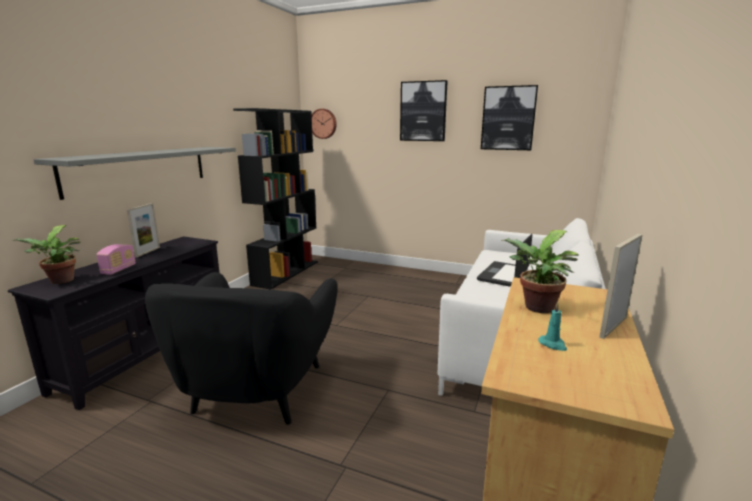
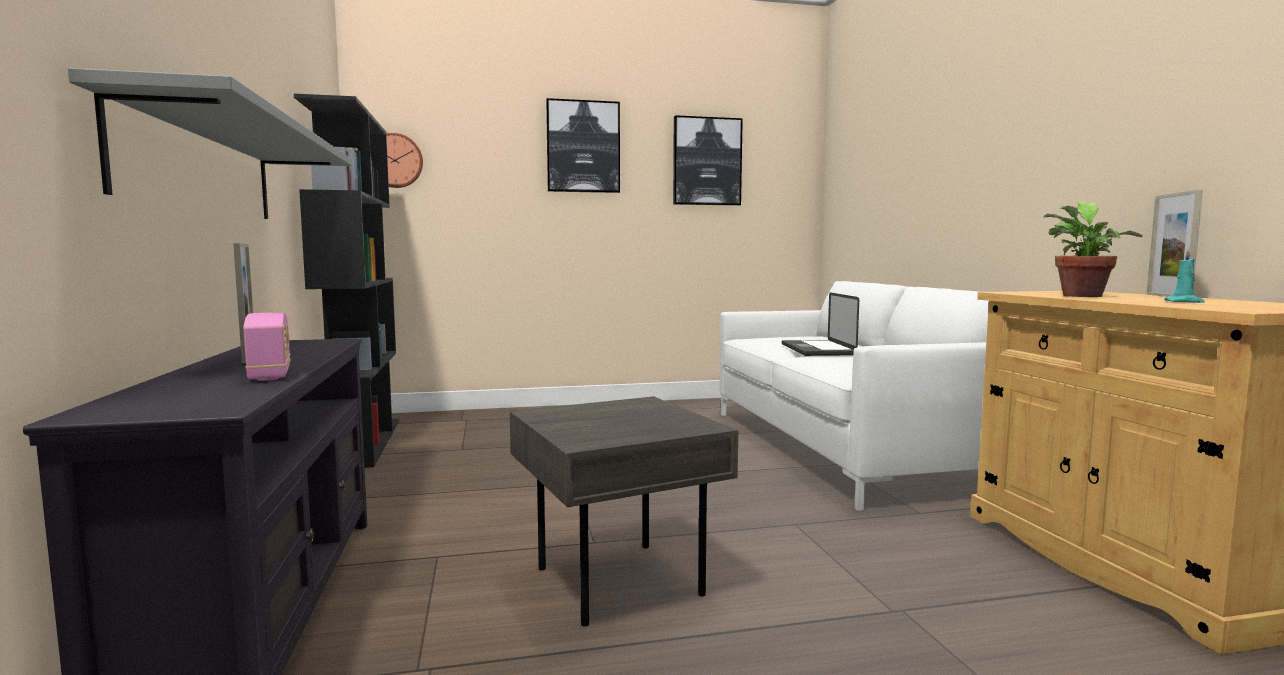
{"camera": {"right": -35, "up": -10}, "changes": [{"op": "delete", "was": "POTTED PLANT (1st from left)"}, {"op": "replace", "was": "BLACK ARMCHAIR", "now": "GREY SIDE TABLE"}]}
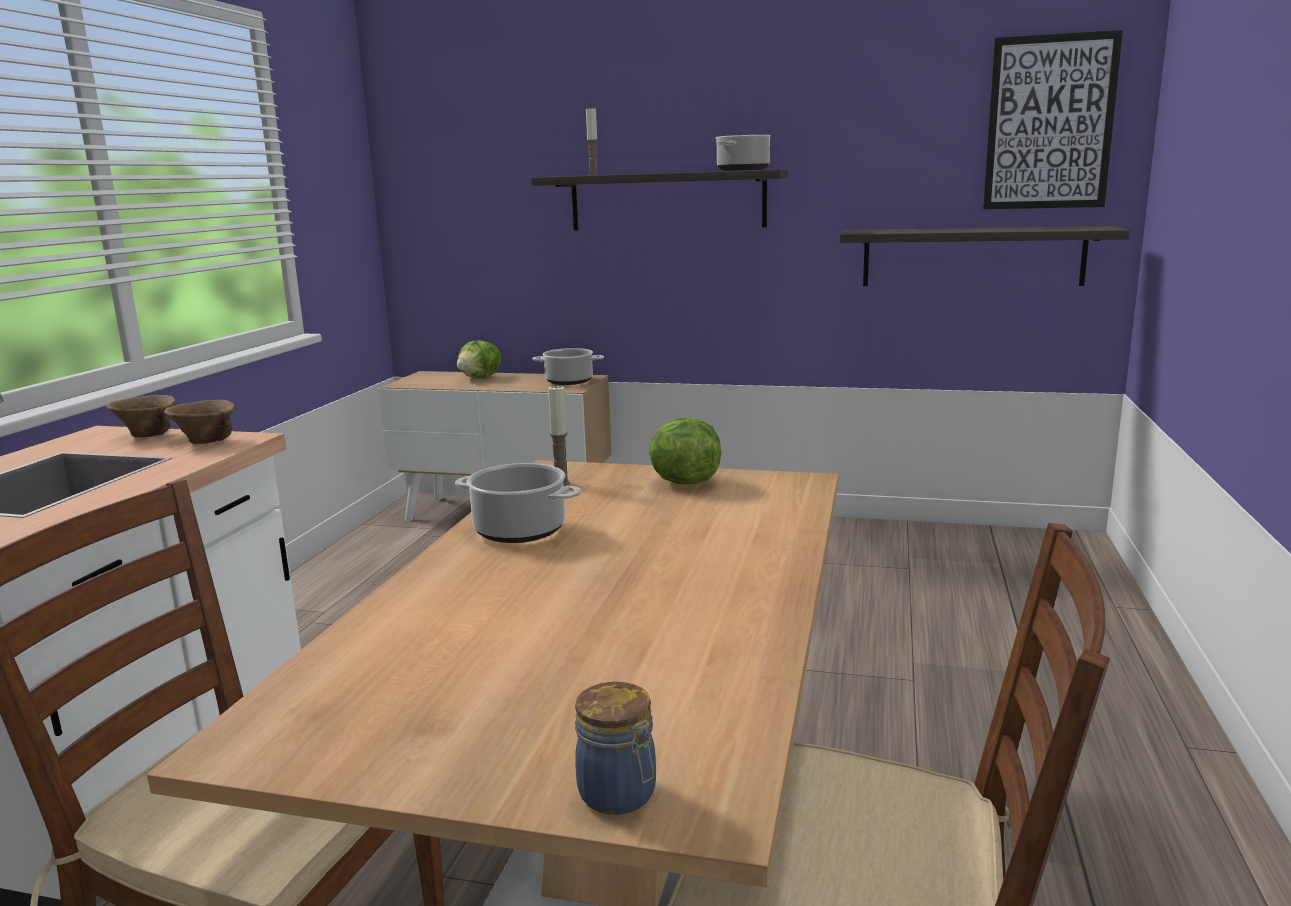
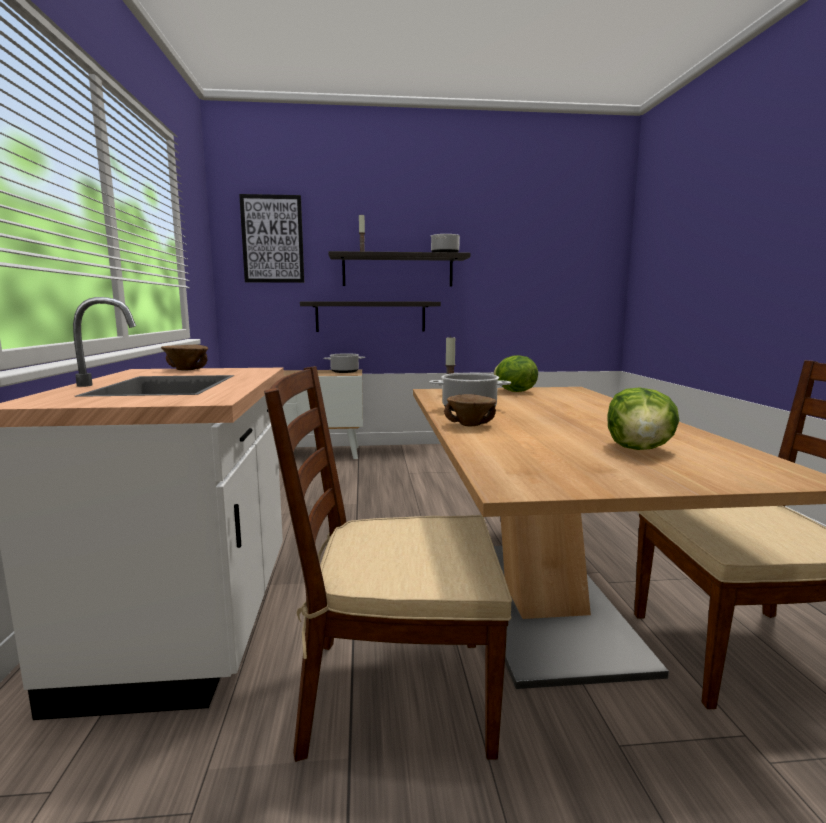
{"camera": {"right": -20, "up": -5}, "changes": [{"op": "move", "was": "PICTURE"}, {"op": "move", "was": "SHELF (2nd from left in the first image)", "now": "SHELF (1st from left)"}, {"op": "move", "was": "LETTUCE (1st from left in the first image)", "now": "LETTUCE (2nd from left)"}, {"op": "move", "was": "BROWN BOWL (2nd from left)"}, {"op": "delete", "was": "JAR"}]}
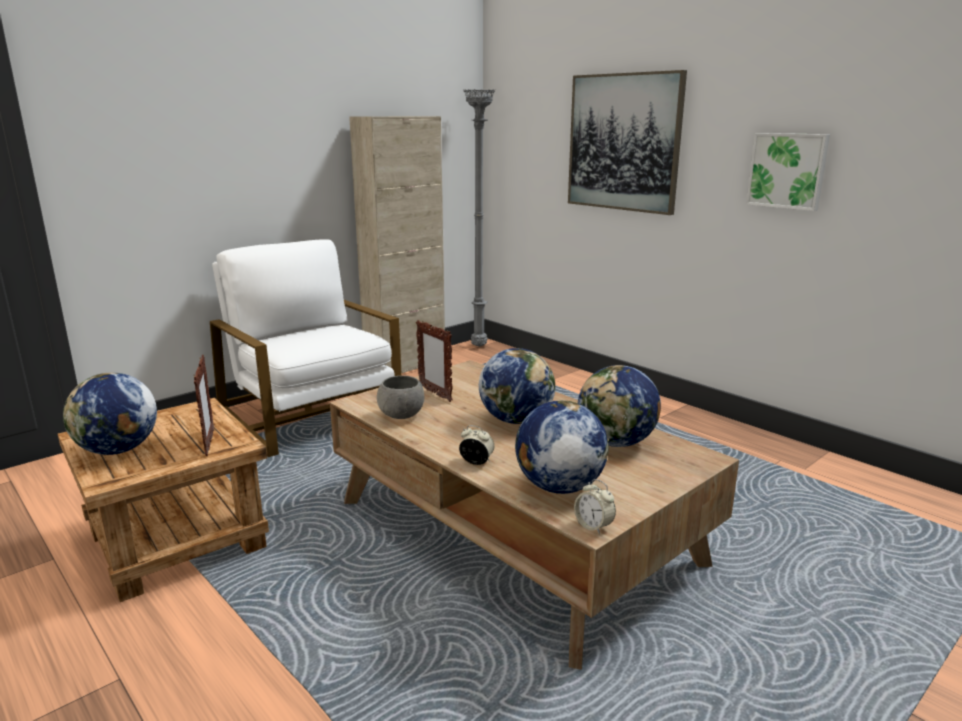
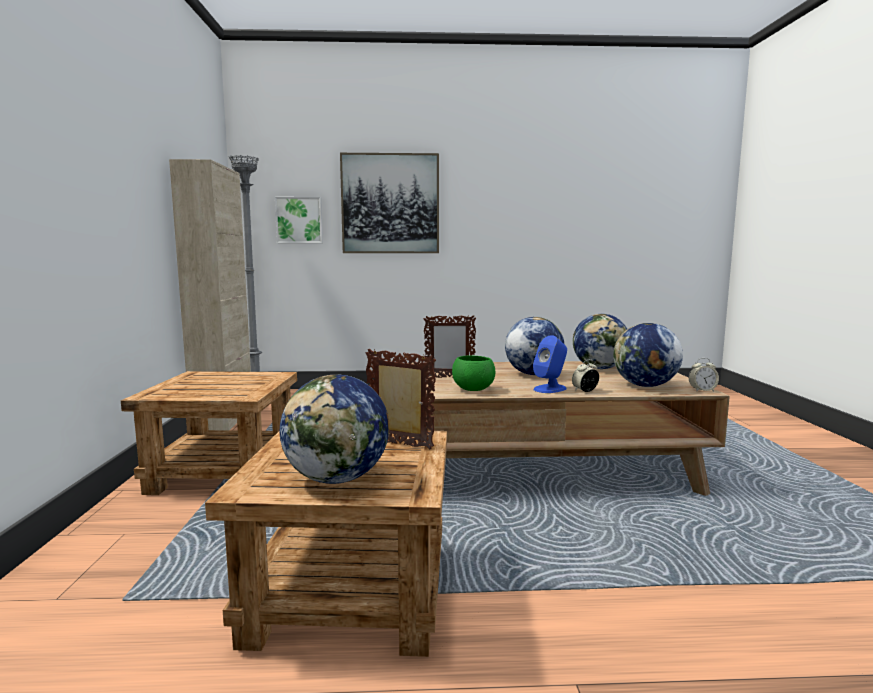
{"camera": {"right": -50, "up": -10}, "changes": [{"op": "move", "was": "PICTURE (2nd from left in the first image)", "now": "PICTURE (1st from left)"}, {"op": "replace", "was": "WHITE ARMCHAIR", "now": "BROWN SIDE TABLE (1st from left)"}, {"op": "recolor", "was": "GREY BOWL", "now": "GREEN BOWL"}, {"op": "insert", "now": "BLUE SPEAKER"}]}
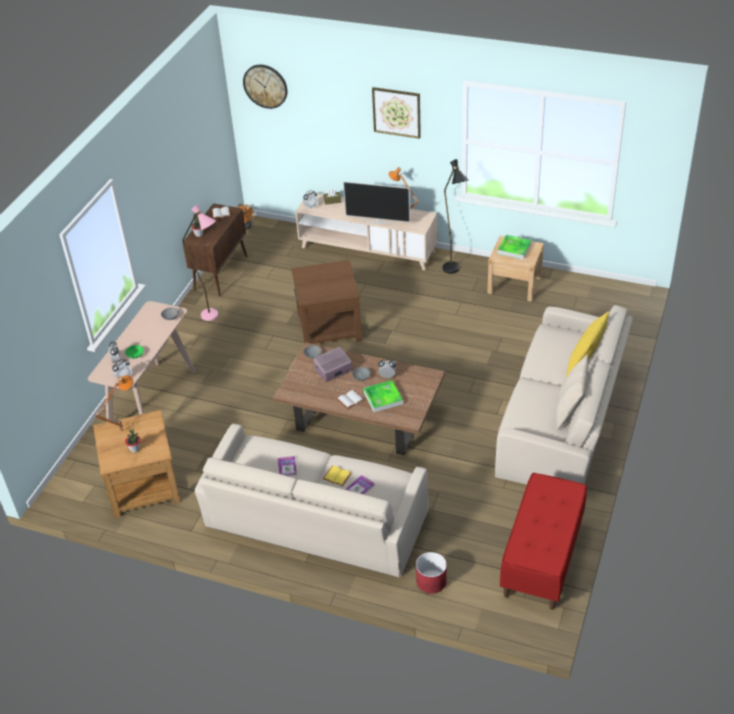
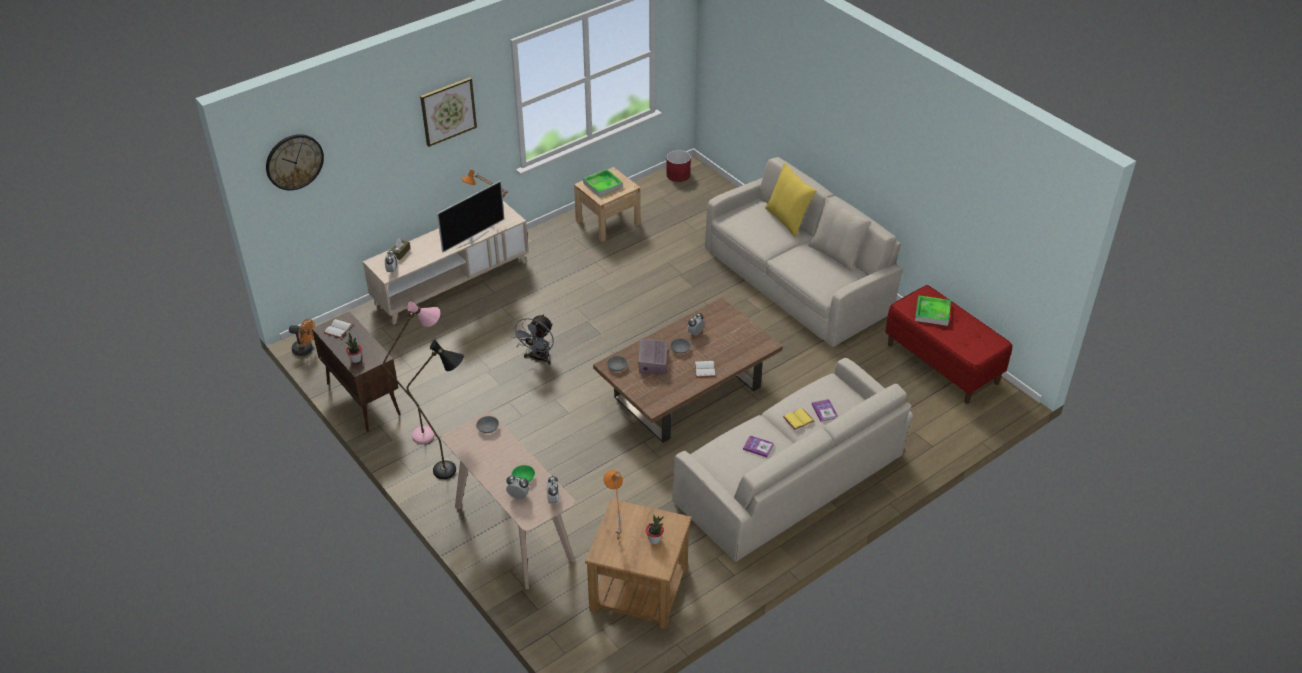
{"camera": {"right": -60, "up": 0}, "changes": [{"op": "move", "was": "BLACK FLOOR LAMP"}, {"op": "replace", "was": "BROWN SIDE TABLE (2nd from left)", "now": "GREY FAN"}, {"op": "move", "was": "TRAY (1st from left in the first image)", "now": "TRAY (2nd from left)"}, {"op": "move", "was": "RED PLANTER"}]}
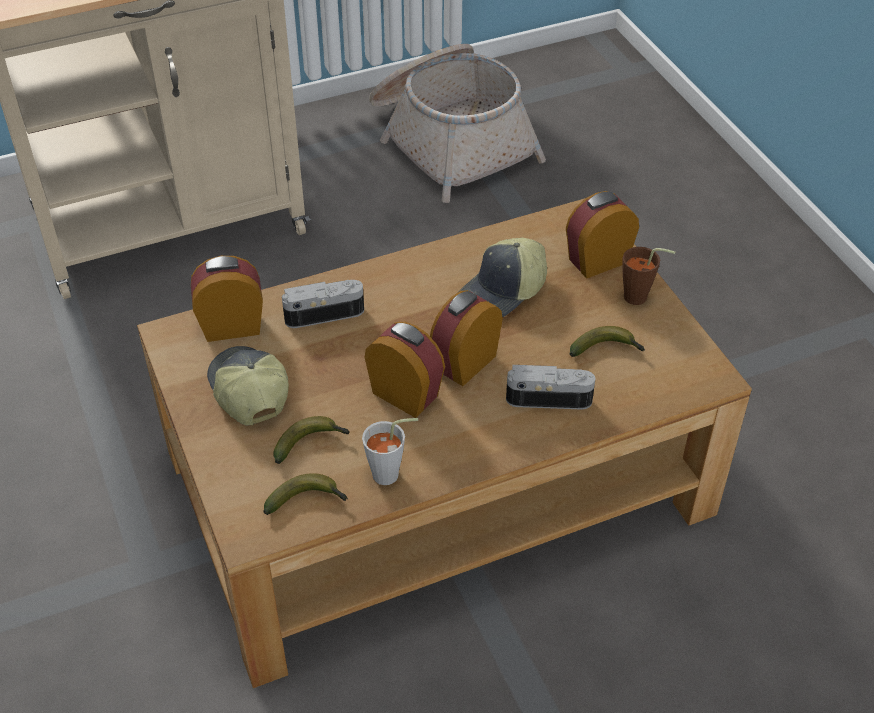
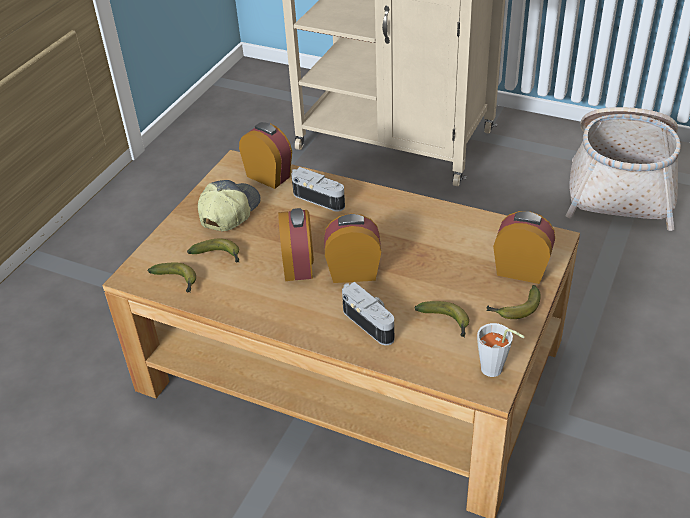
{"camera": {"right": 50, "up": -5}, "changes": [{"op": "delete", "was": "CAP (2nd from left)"}, {"op": "replace", "was": "BROWN CUP", "now": "BANANA (4th from left)"}, {"op": "move", "was": "GREY CUP"}]}
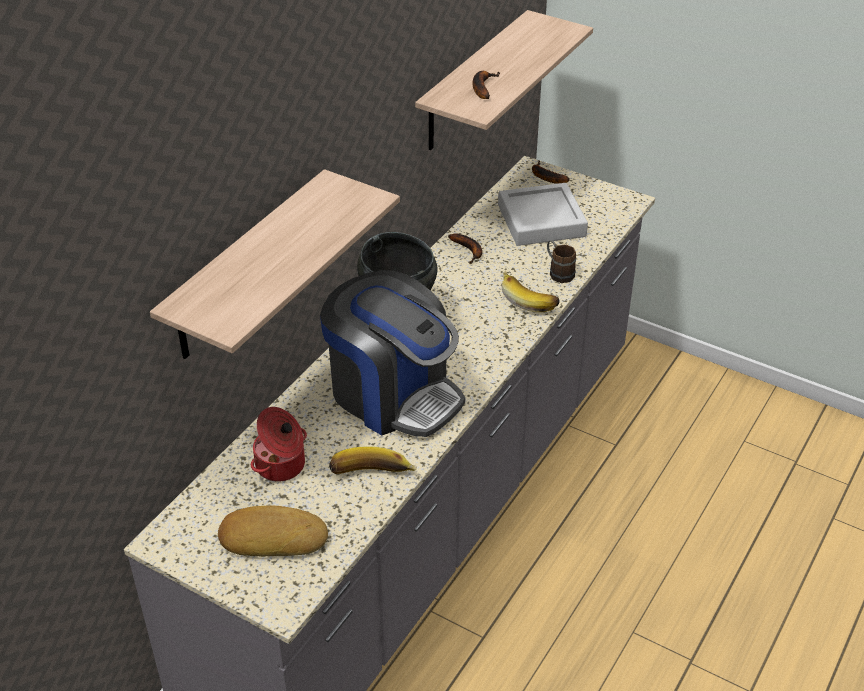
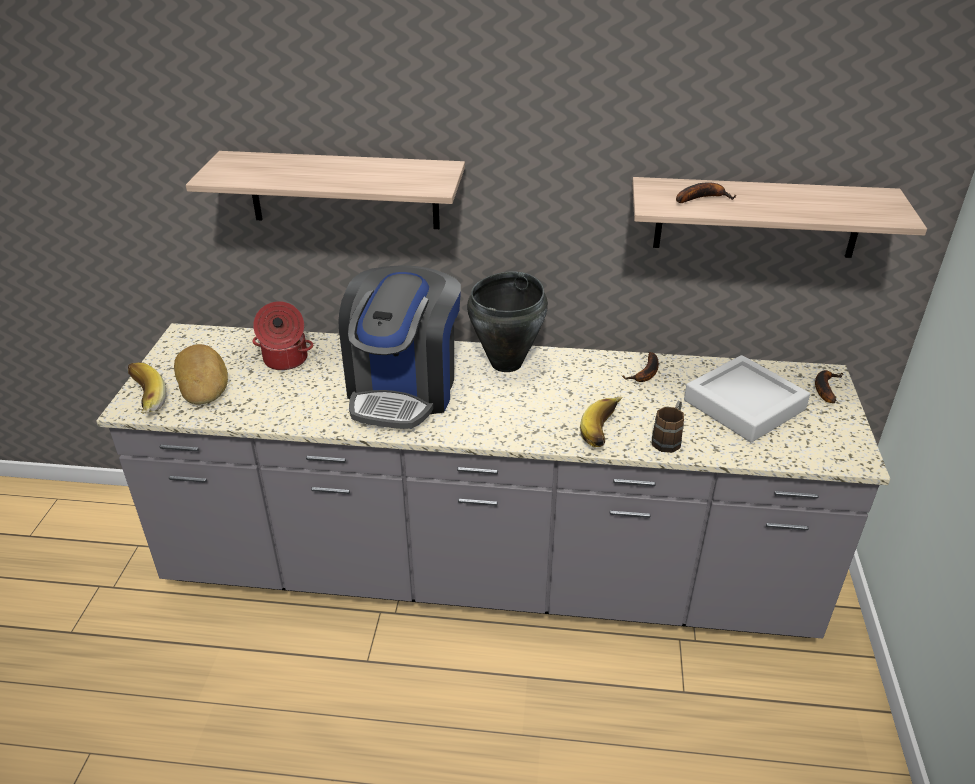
{"camera": {"right": 65, "up": -5}, "changes": [{"op": "move", "was": "BANANA (1st from left)"}]}
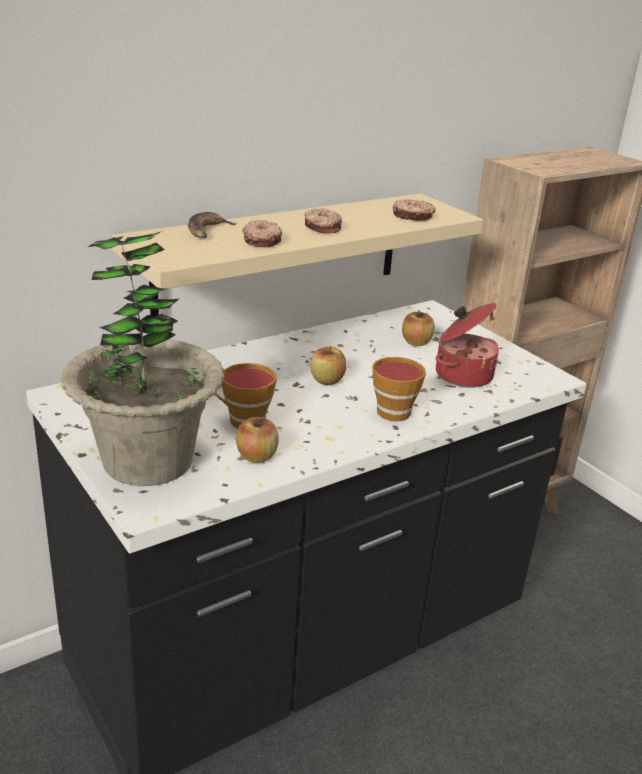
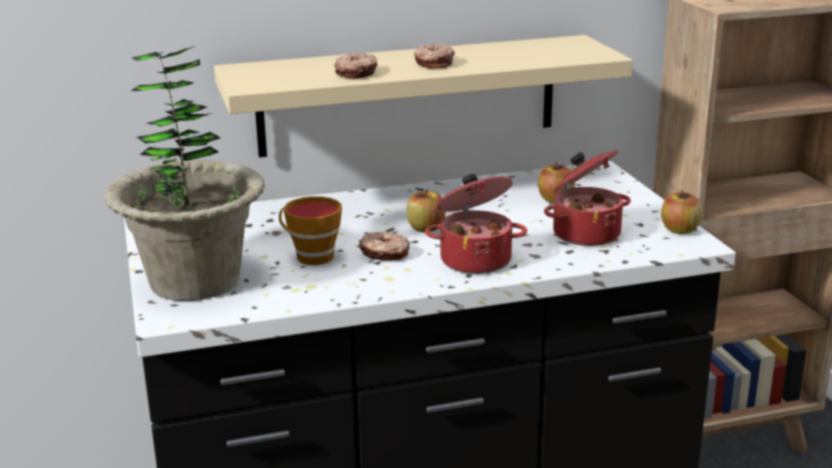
{"camera": {"right": 20, "up": -5}, "changes": [{"op": "move", "was": "DONUT (3rd from left in the first image)", "now": "DONUT (2nd from left)"}, {"op": "delete", "was": "BANANA"}, {"op": "replace", "was": "CUP (2nd from left)", "now": "COOKING POT (1st from left)"}, {"op": "move", "was": "APPLE (1st from left in the first image)", "now": "APPLE (3rd from left)"}]}
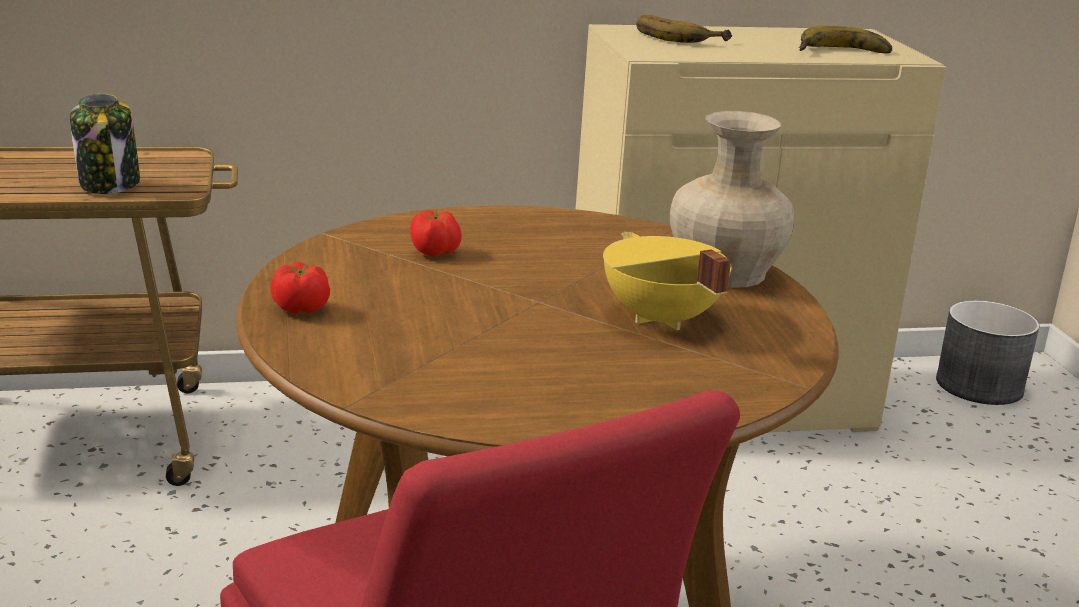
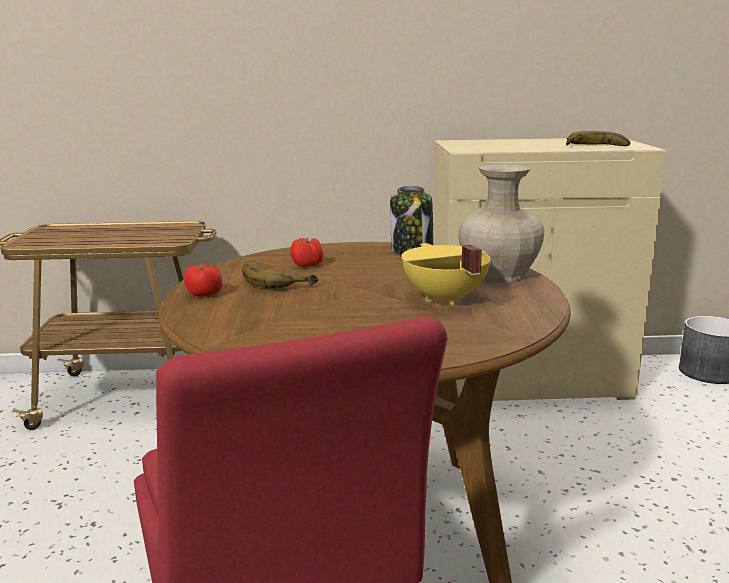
{"camera": {"right": 10, "up": -5}, "changes": [{"op": "move", "was": "BANANA (1st from left)"}, {"op": "move", "was": "JAR"}]}
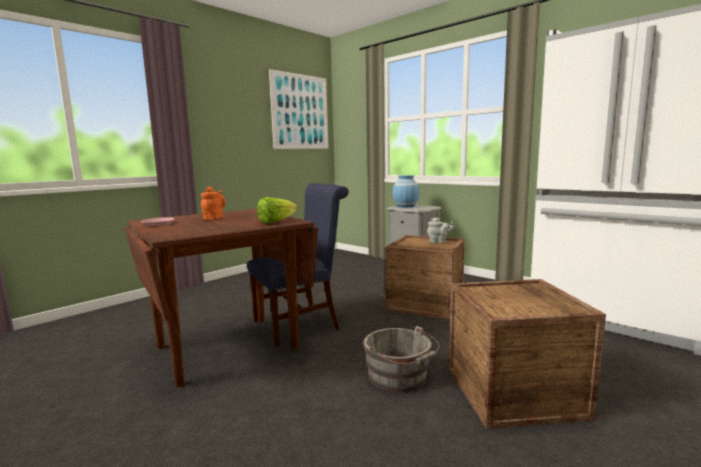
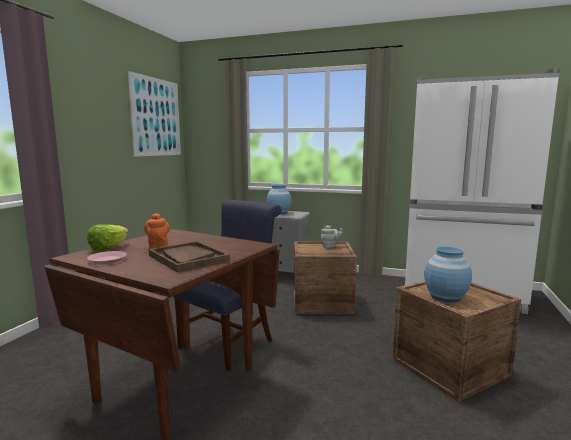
{"camera": {"right": -25, "up": 0}, "changes": [{"op": "move", "was": "LETTUCE"}, {"op": "delete", "was": "GREY BUCKET"}, {"op": "insert", "now": "BROWN TRAY"}, {"op": "insert", "now": "BLUE VASE (2nd from left)"}]}
